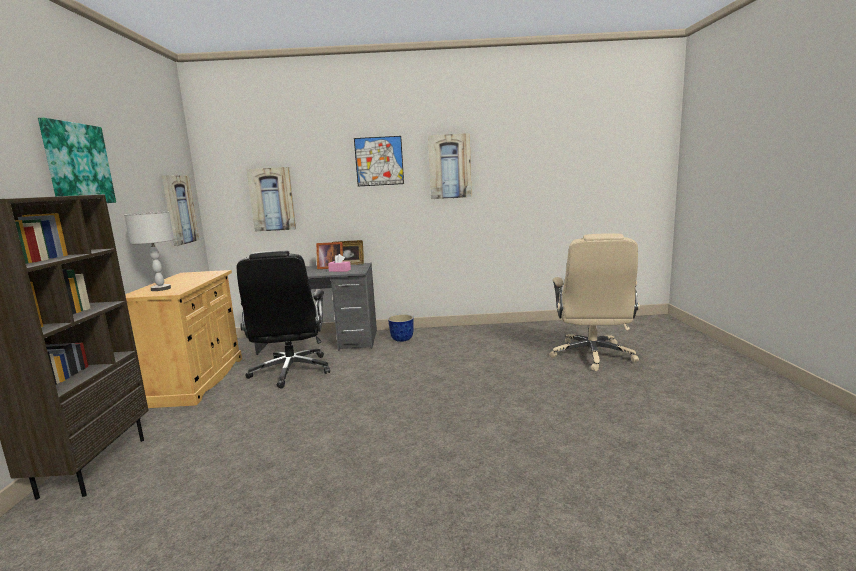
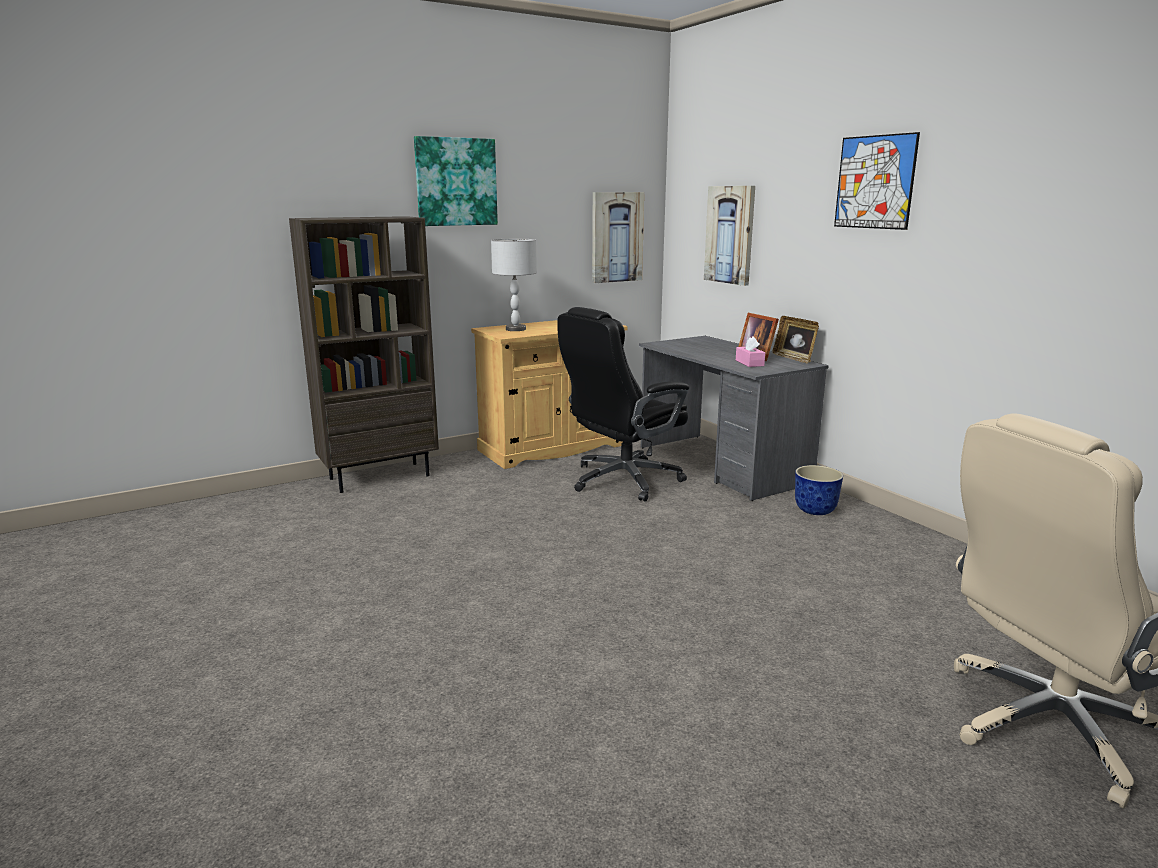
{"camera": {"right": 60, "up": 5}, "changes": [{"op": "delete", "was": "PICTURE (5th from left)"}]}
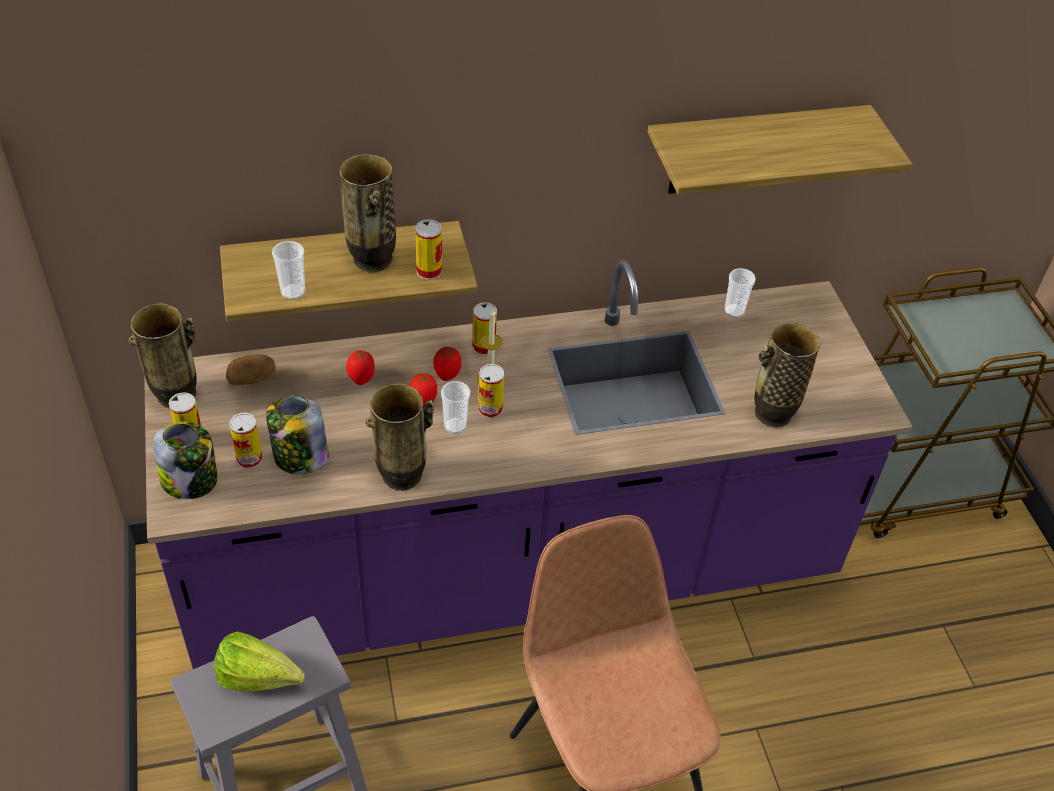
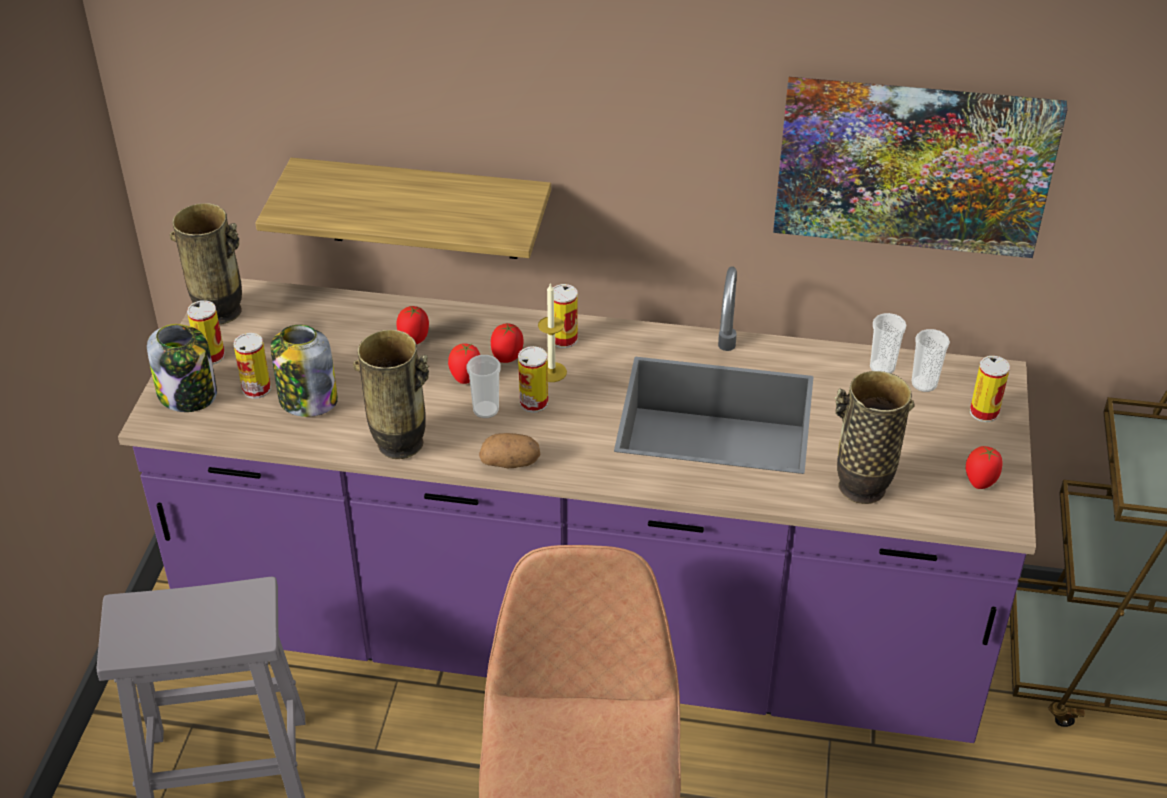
{"camera": {"right": 25, "up": -5}, "changes": [{"op": "replace", "was": "SHELF (2nd from left)", "now": "PICTURE"}, {"op": "delete", "was": "VASE (2nd from left)"}, {"op": "move", "was": "CAN (3rd from left in the first image)", "now": "CAN (5th from left)"}, {"op": "move", "was": "CUP (1st from left in the first image)", "now": "CUP (3rd from left)"}, {"op": "move", "was": "POTATO"}, {"op": "delete", "was": "LETTUCE"}, {"op": "insert", "now": "TOMATO (4th from left)"}]}
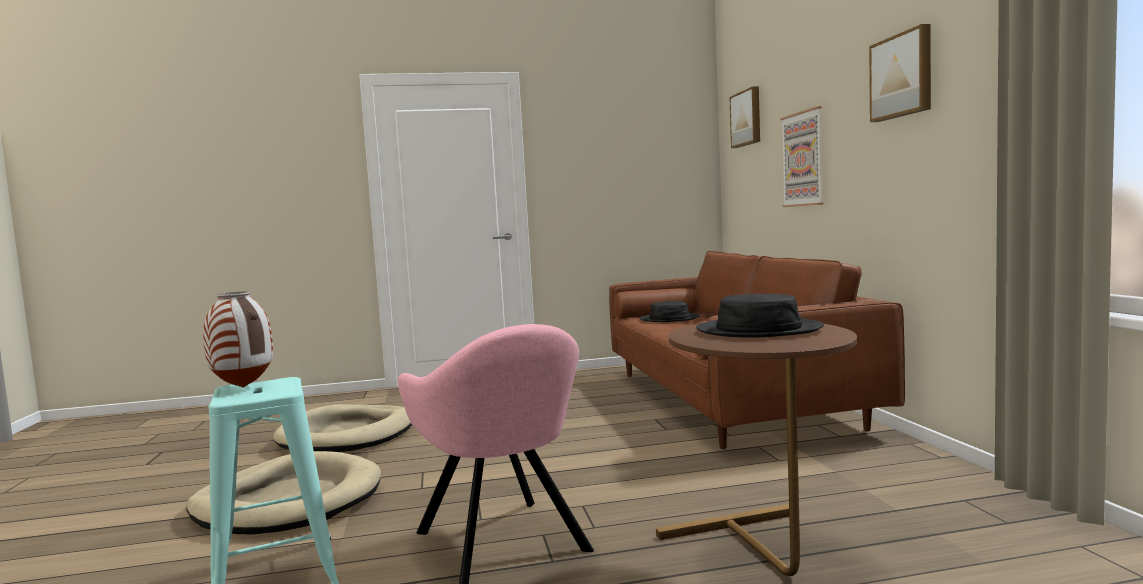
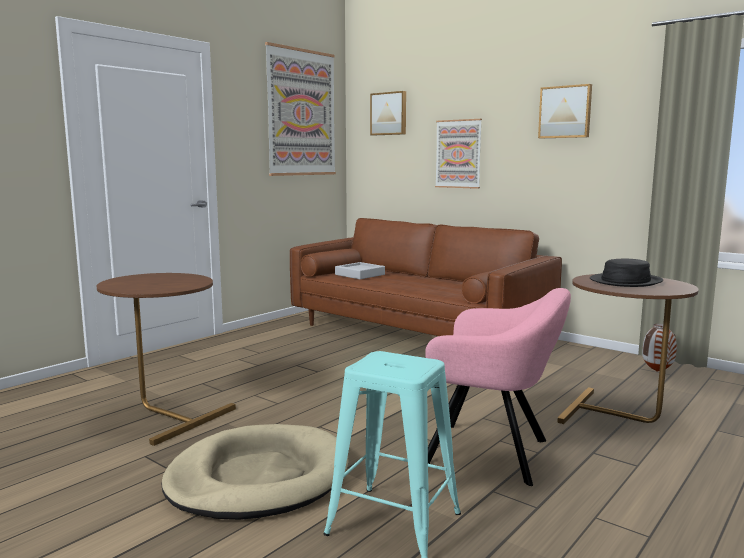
{"camera": {"right": -40, "up": 5}, "changes": [{"op": "move", "was": "VASE"}, {"op": "replace", "was": "BLACK HAT (1st from left)", "now": "GREY TRAY"}, {"op": "replace", "was": "BEIGE DOG BED (2nd from left)", "now": "BROWN SIDE TABLE (1st from left)"}, {"op": "insert", "now": "PICTURE (1st from left)"}]}
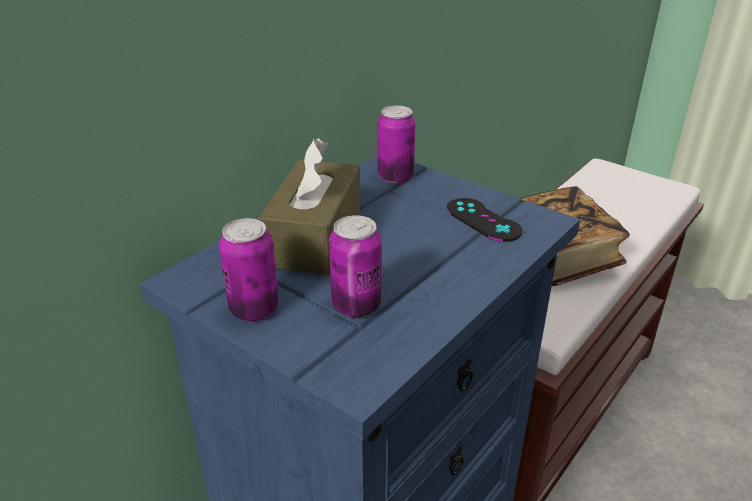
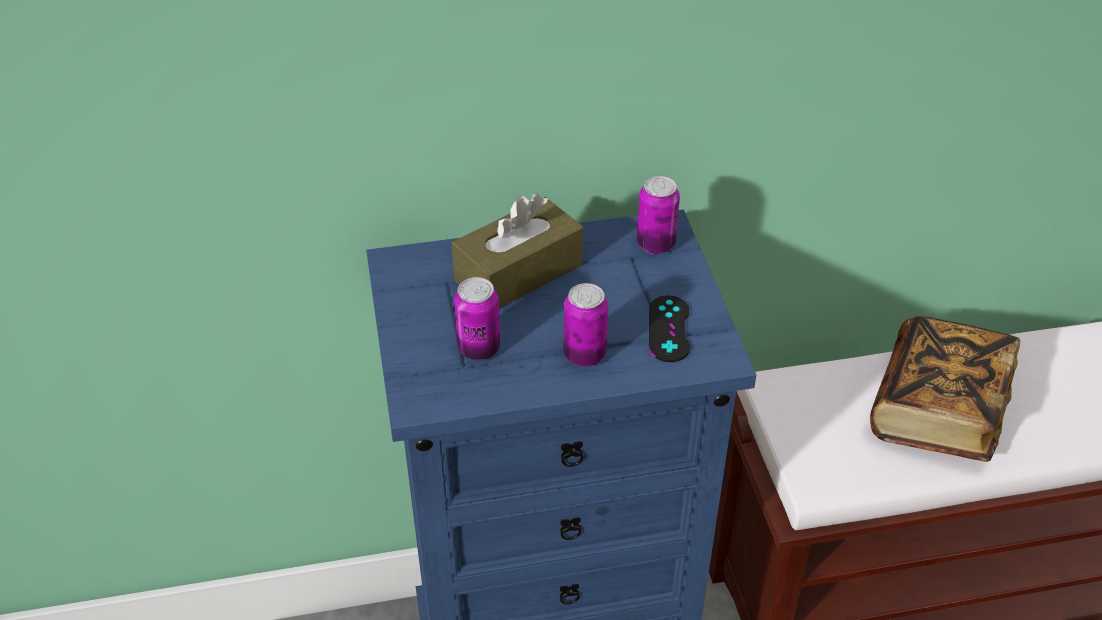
{"camera": {"right": 40, "up": 10}, "changes": [{"op": "move", "was": "CAN (1st from left in the first image)", "now": "CAN (2nd from left)"}]}
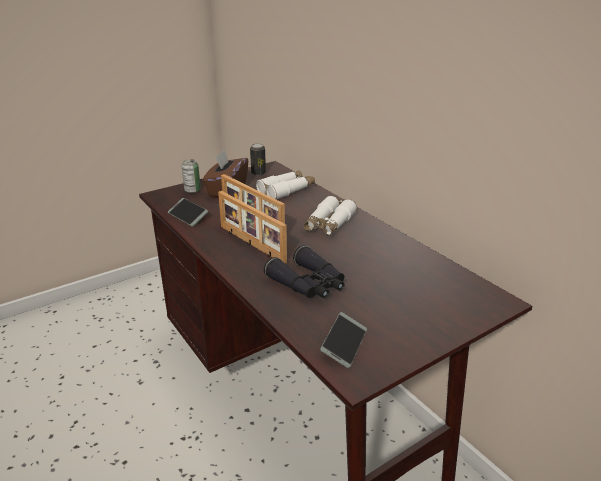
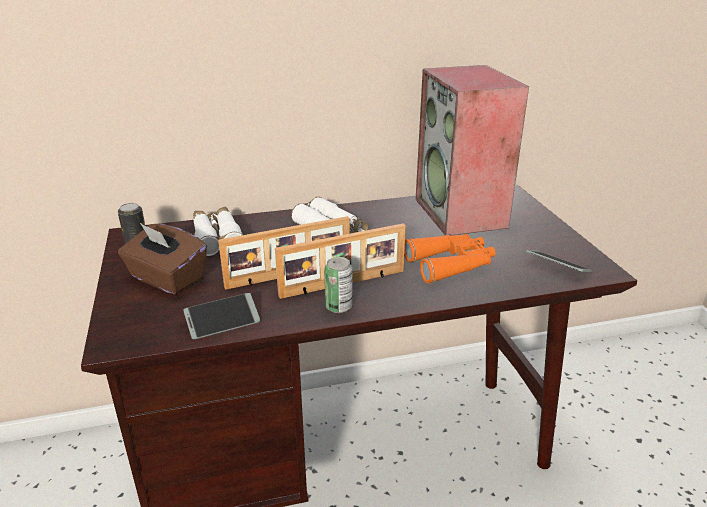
{"camera": {"right": -70, "up": 0}, "changes": [{"op": "move", "was": "CAN (1st from left in the first image)", "now": "CAN (2nd from left)"}, {"op": "recolor", "was": "BLACK BINOCULARS", "now": "ORANGE BINOCULARS"}, {"op": "insert", "now": "SPEAKER"}]}
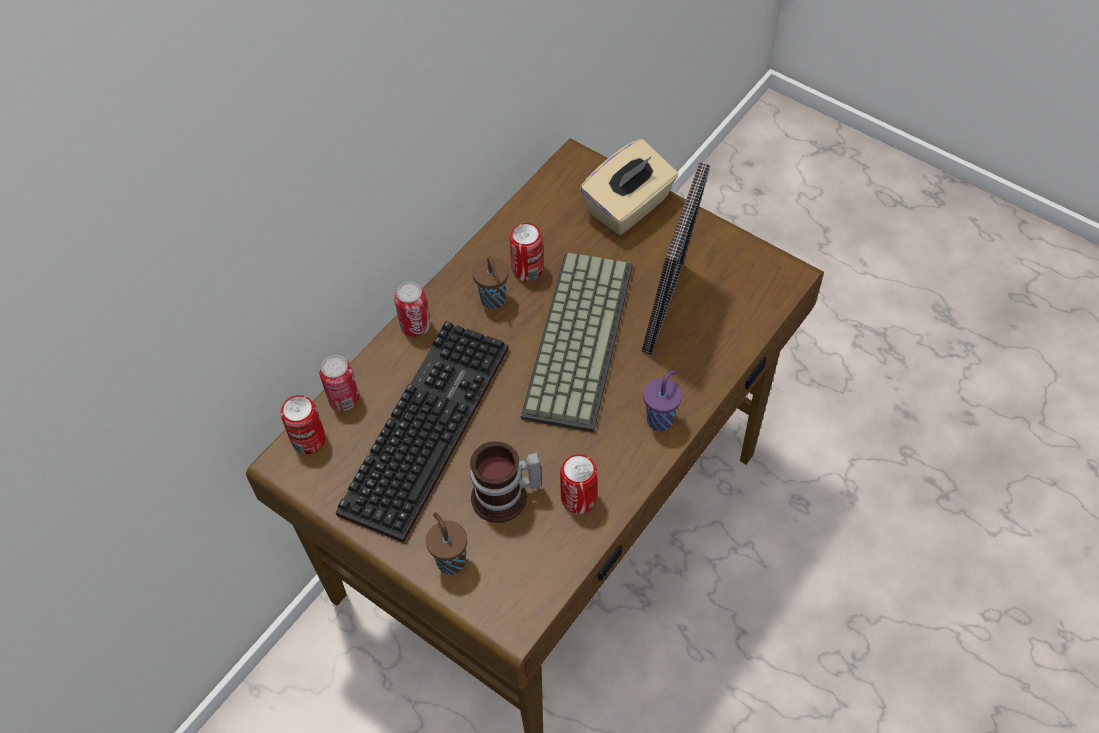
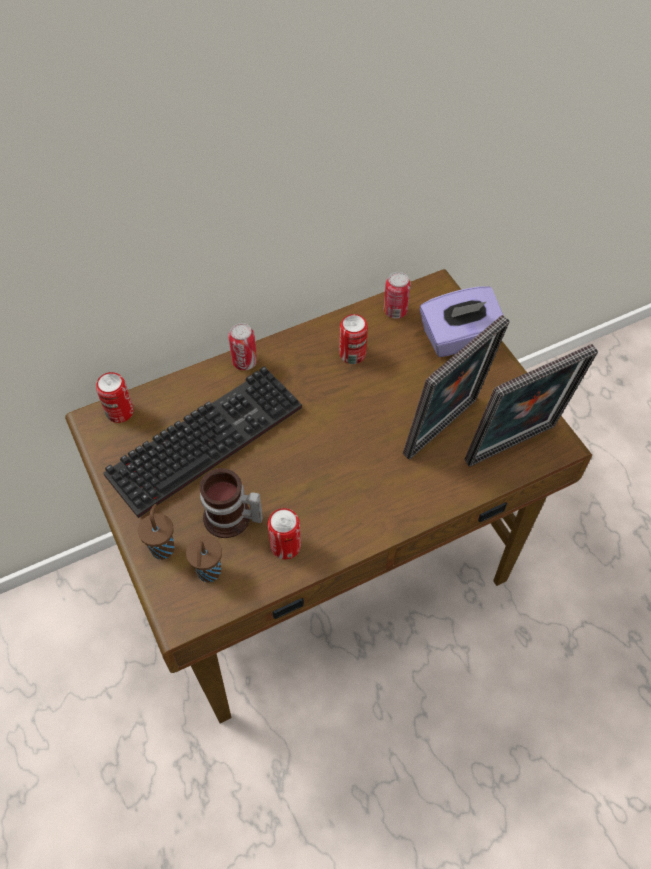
{"camera": {"right": 25, "up": 0}, "changes": [{"op": "recolor", "was": "BEIGE TISSUE BOX", "now": "PURPLE TISSUE BOX"}, {"op": "delete", "was": "KEYBOARD (2nd from left)"}, {"op": "move", "was": "BROWN CUP (2nd from left)"}, {"op": "move", "was": "CAN (2nd from left in the first image)", "now": "CAN (5th from left)"}, {"op": "delete", "was": "PURPLE CUP"}, {"op": "insert", "now": "PICTURE FRAME (2nd from left)"}]}
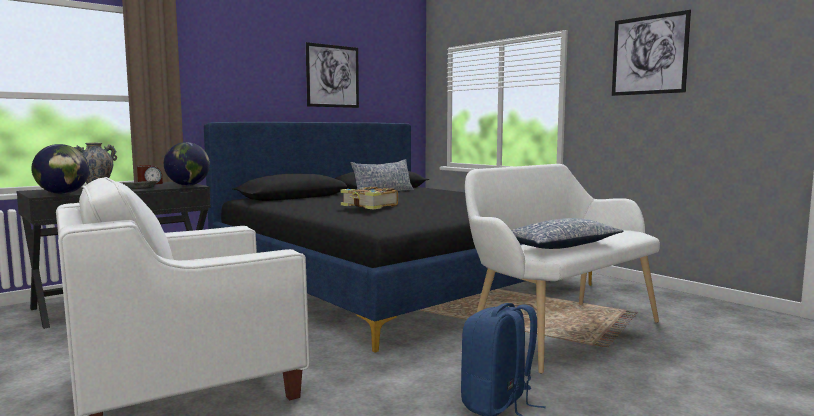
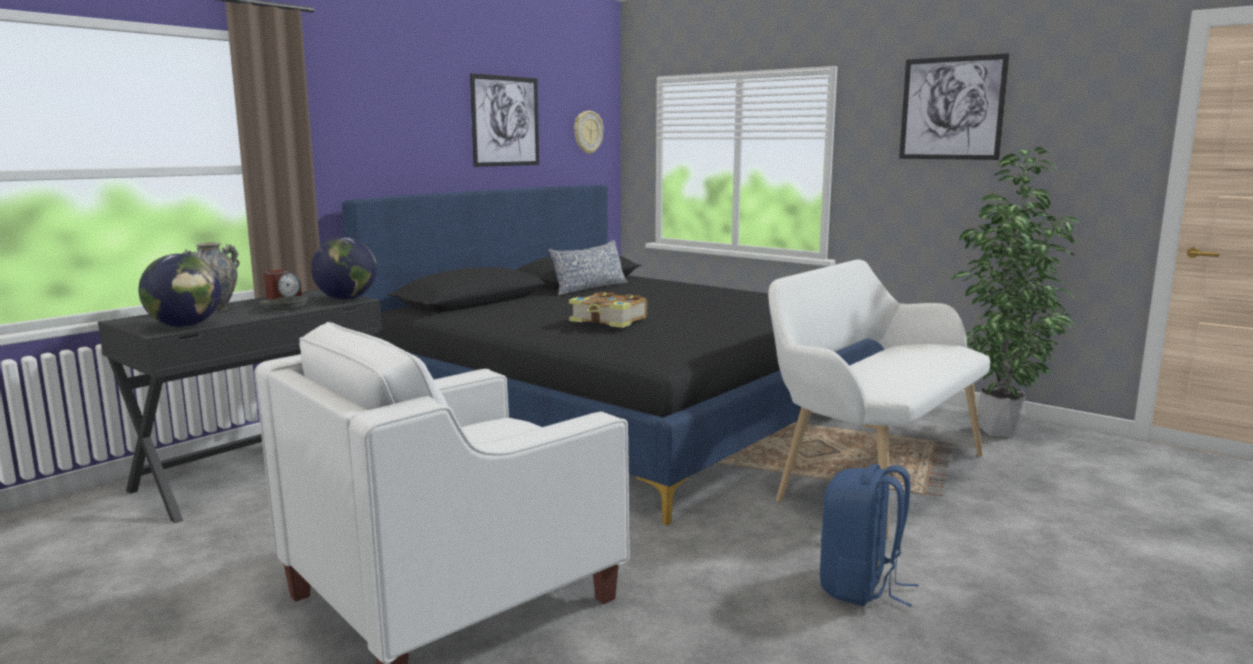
{"camera": {"right": -10, "up": 5}, "changes": [{"op": "delete", "was": "PILLOW (2nd from left)"}, {"op": "insert", "now": "WALL CLOCK"}, {"op": "insert", "now": "POTTED PLANT"}]}
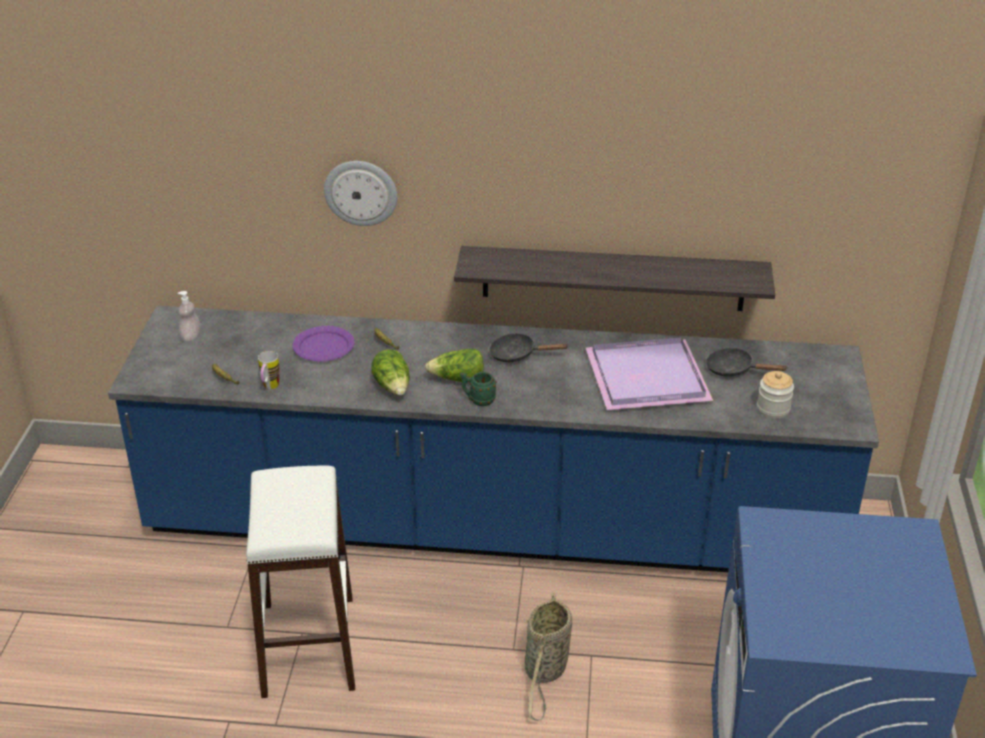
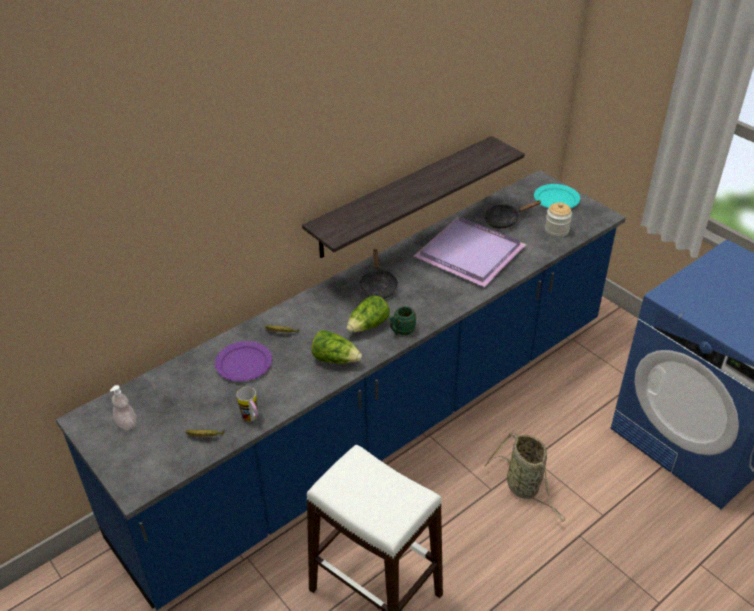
{"camera": {"right": -45, "up": 5}, "changes": [{"op": "delete", "was": "WALL CLOCK"}, {"op": "rotate", "was": "BLACK FRYING PAN (1st from left)", "clockwise": -60}, {"op": "insert", "now": "TURQUOISE PLATE"}]}
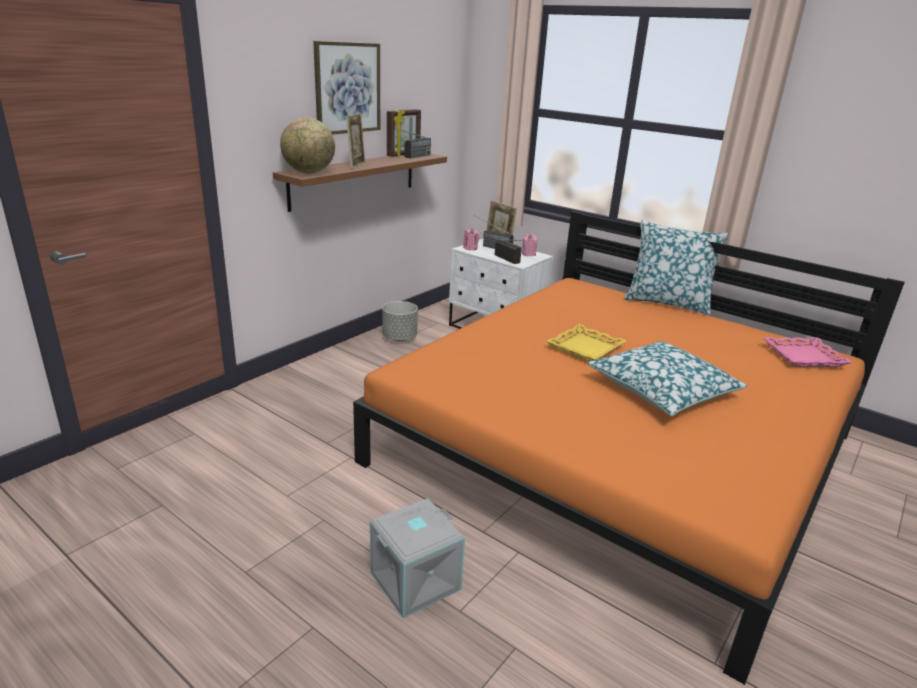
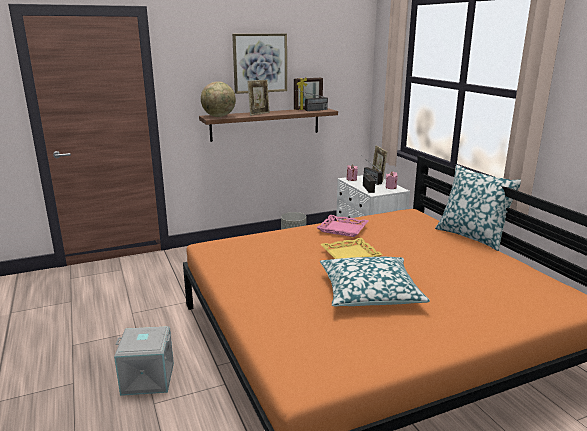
{"camera": {"right": 30, "up": -5}, "changes": [{"op": "move", "was": "PINK TRAY"}]}
